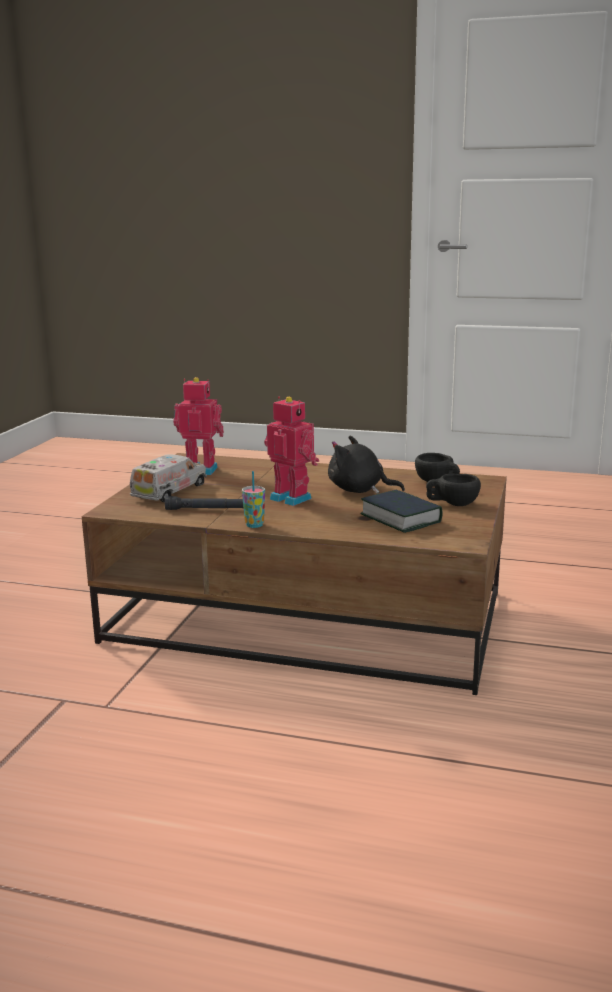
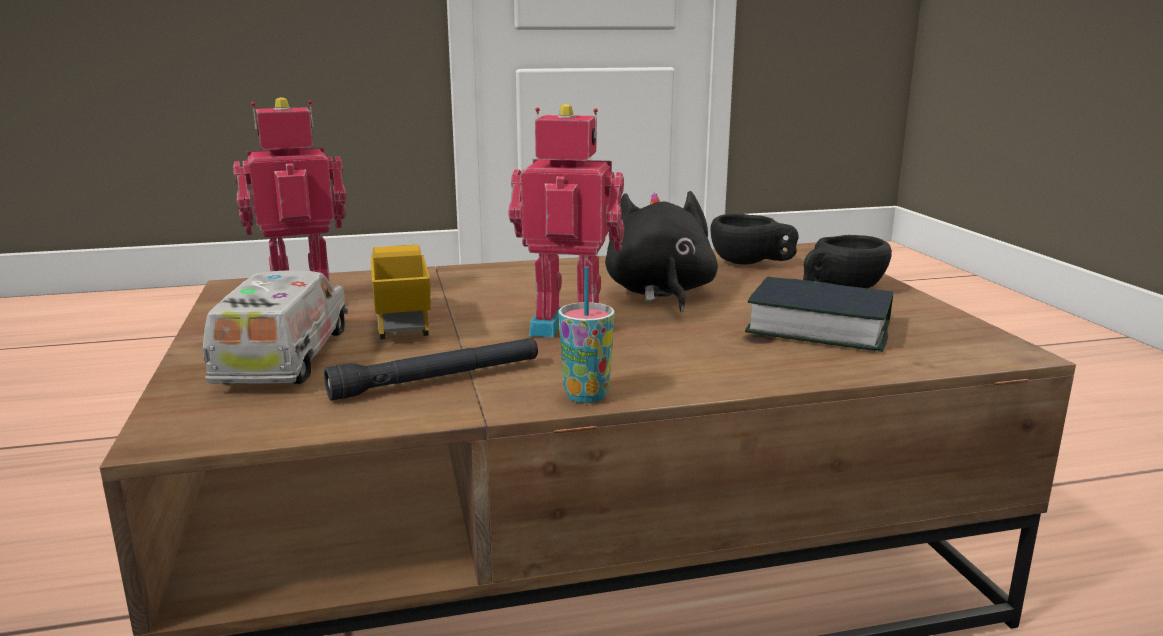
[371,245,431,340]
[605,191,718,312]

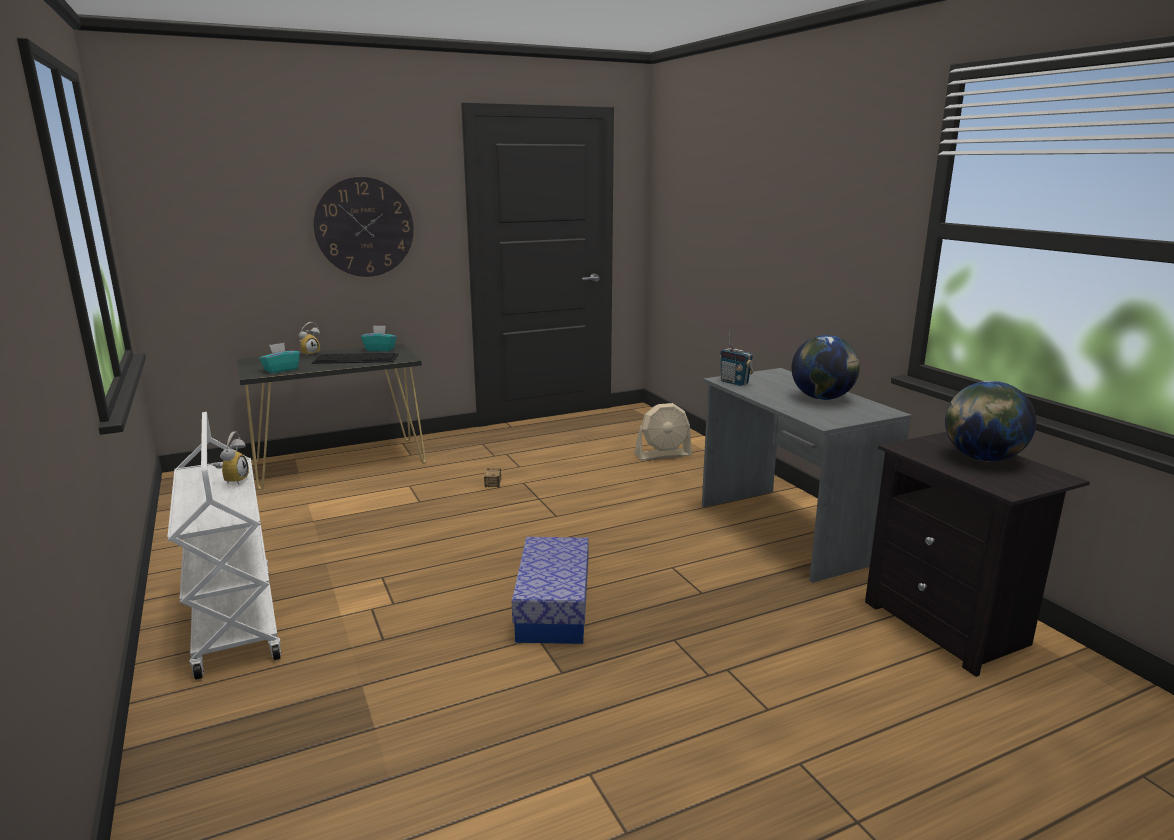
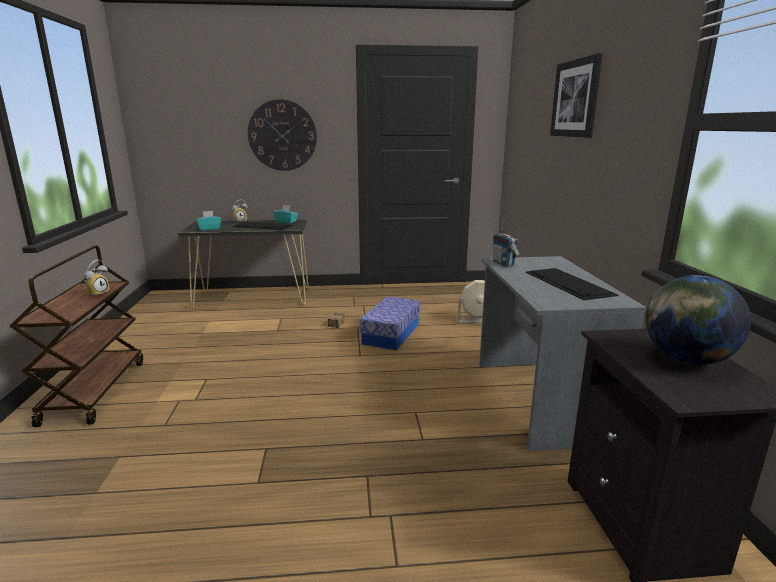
[550,53,603,138]
[360,296,421,350]
[526,268,619,300]
[9,246,143,427]

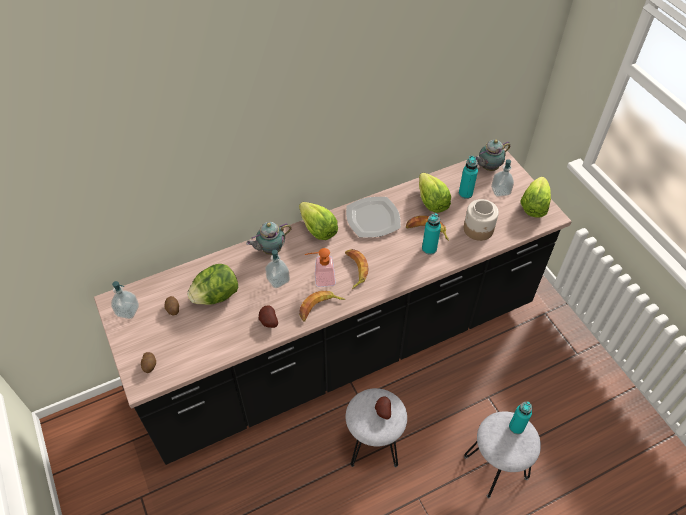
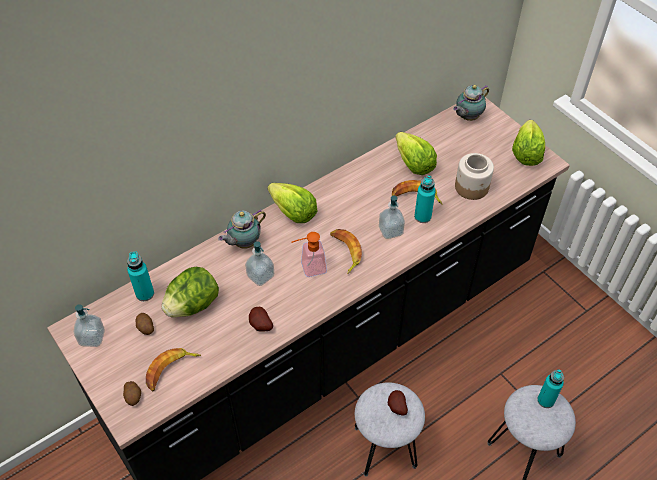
[346,197,401,238] (first image)
[146,348,201,391]
[127,251,154,301]
[379,196,405,239]

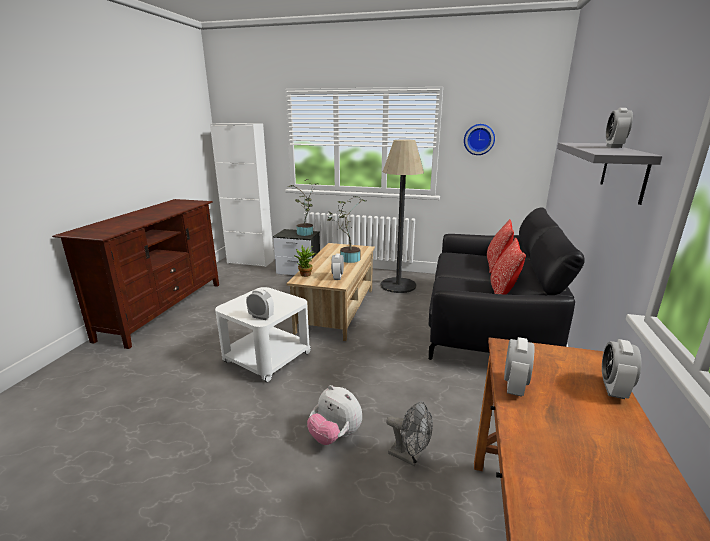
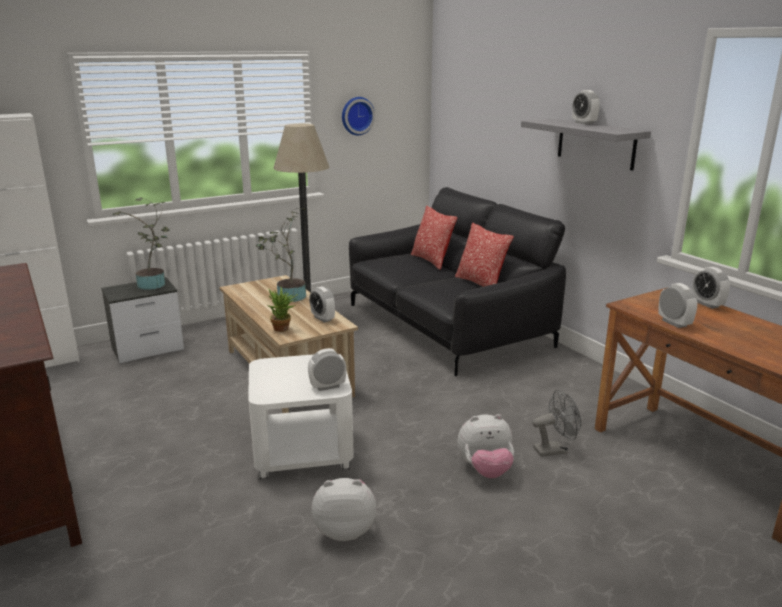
[312,478,376,541]

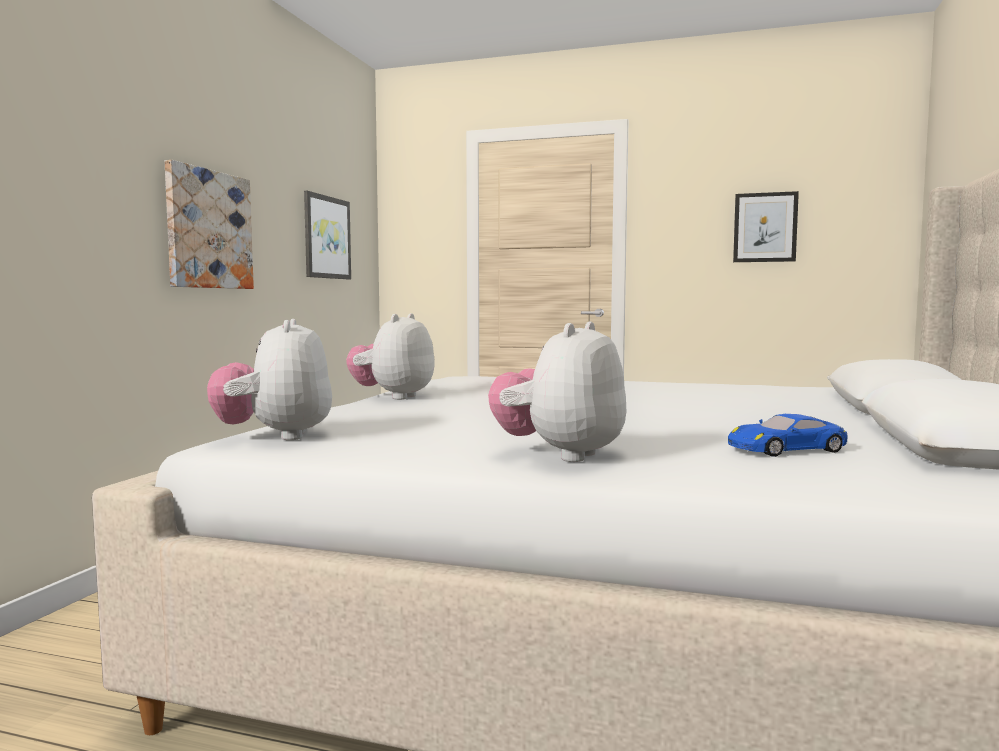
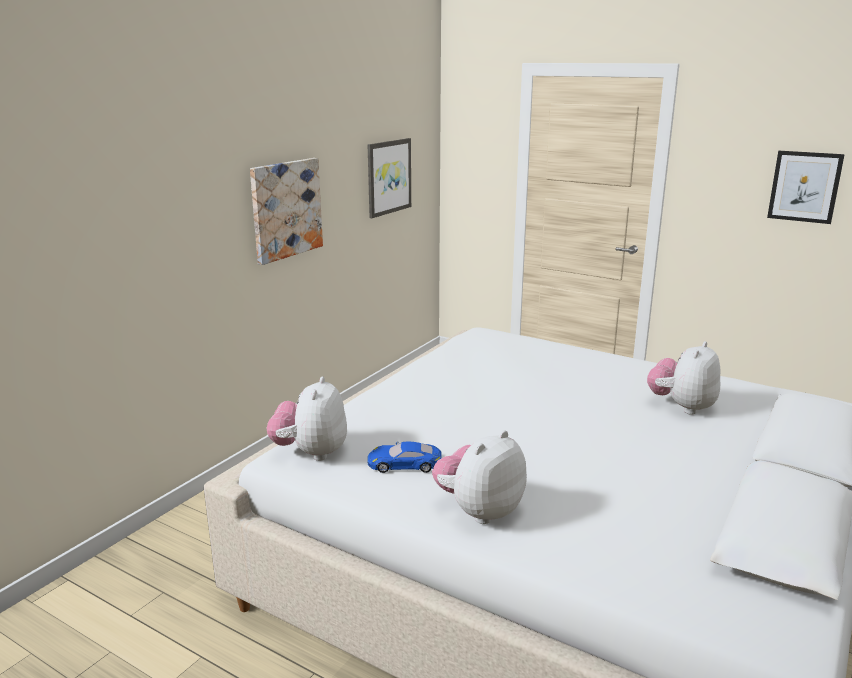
[647,341,721,415]
[367,441,442,473]

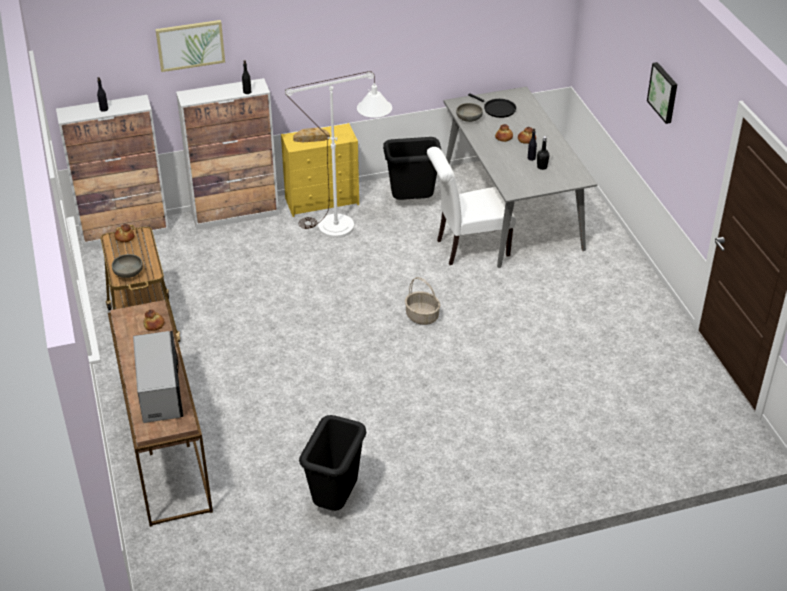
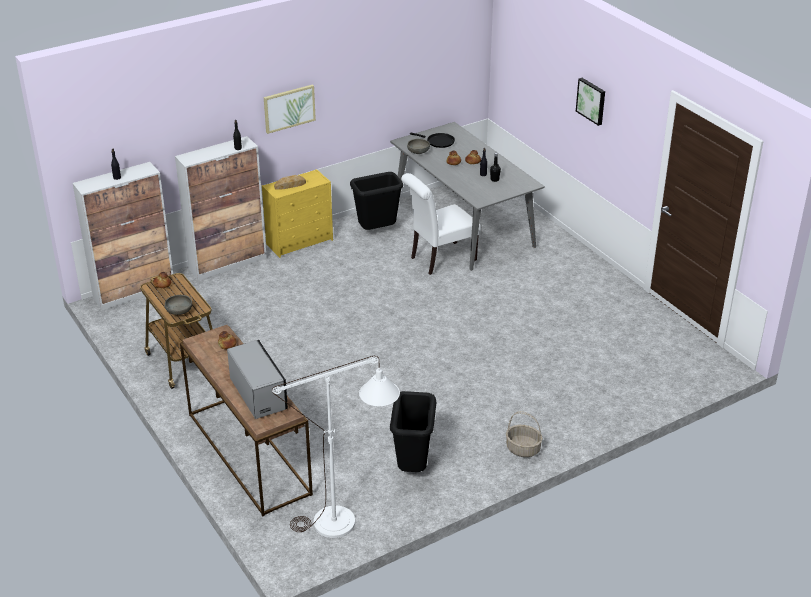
[264,84,316,134]
[272,356,400,538]
[506,411,543,457]

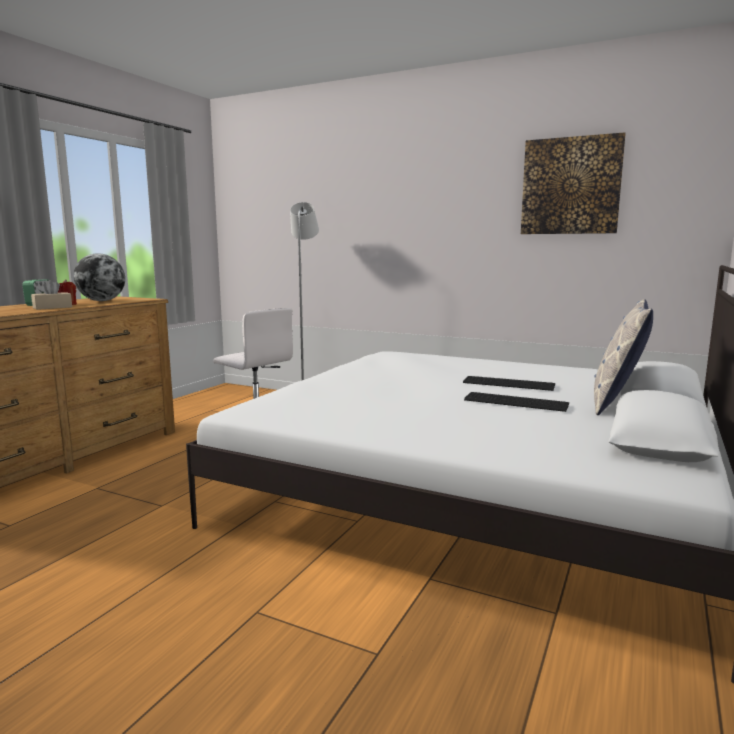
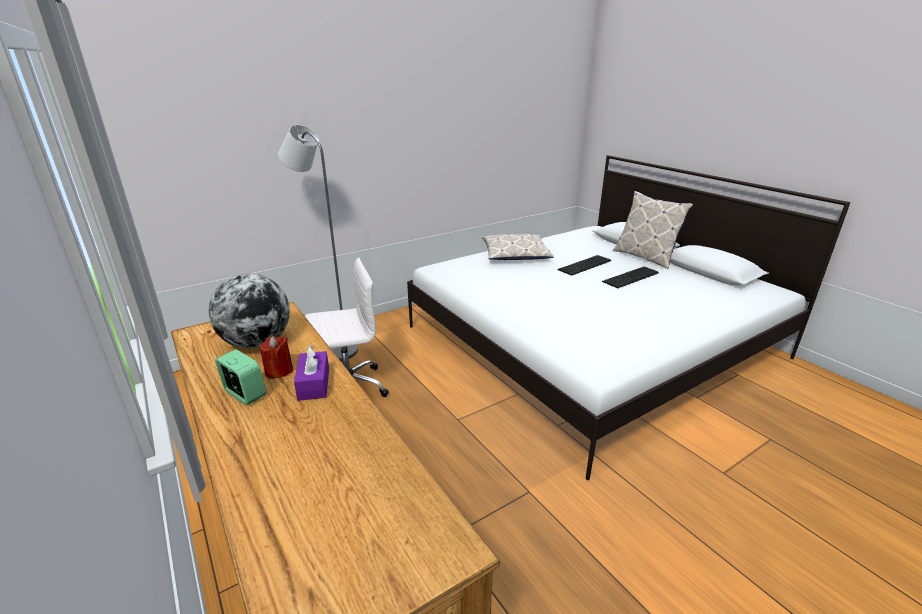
[521,132,626,234] (first image)
[482,234,554,260]
[294,345,329,401]

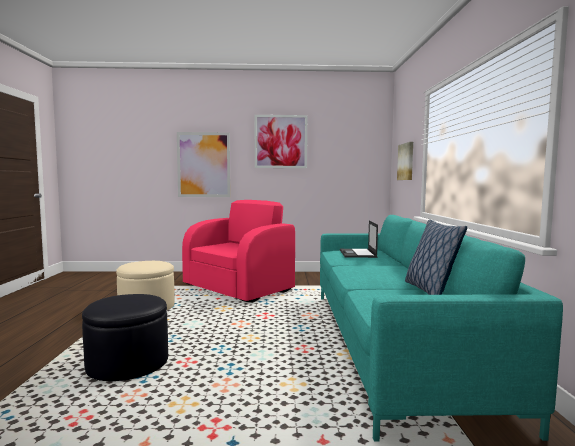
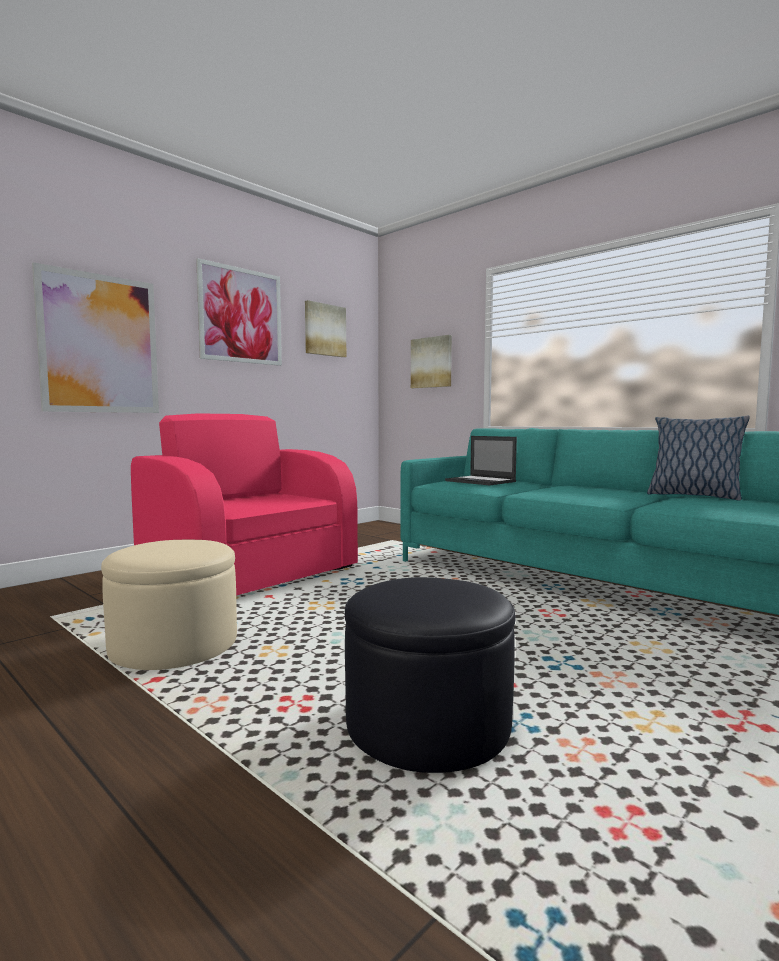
[305,300,346,357]
[131,413,358,595]

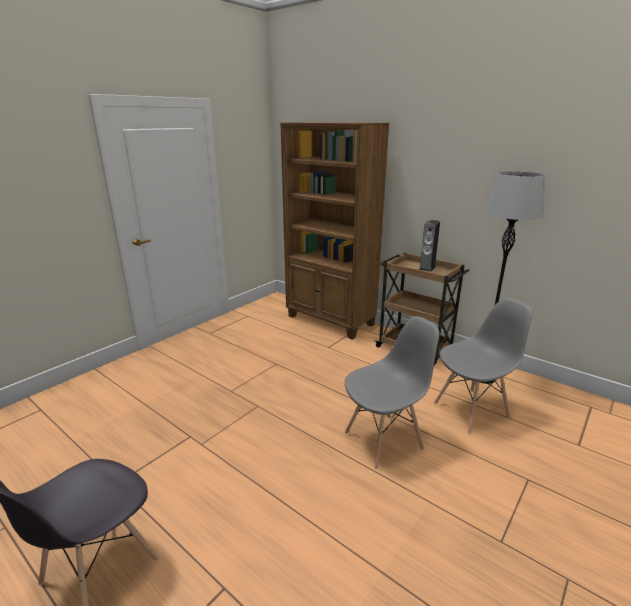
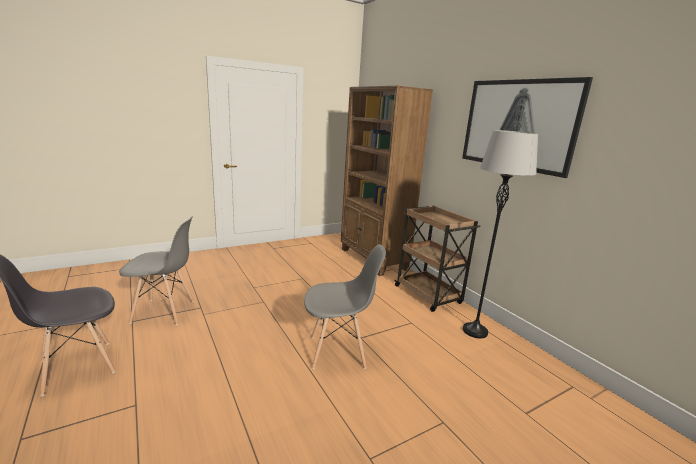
[419,220,440,272] (first image)
[462,77,593,178]
[119,216,194,325]

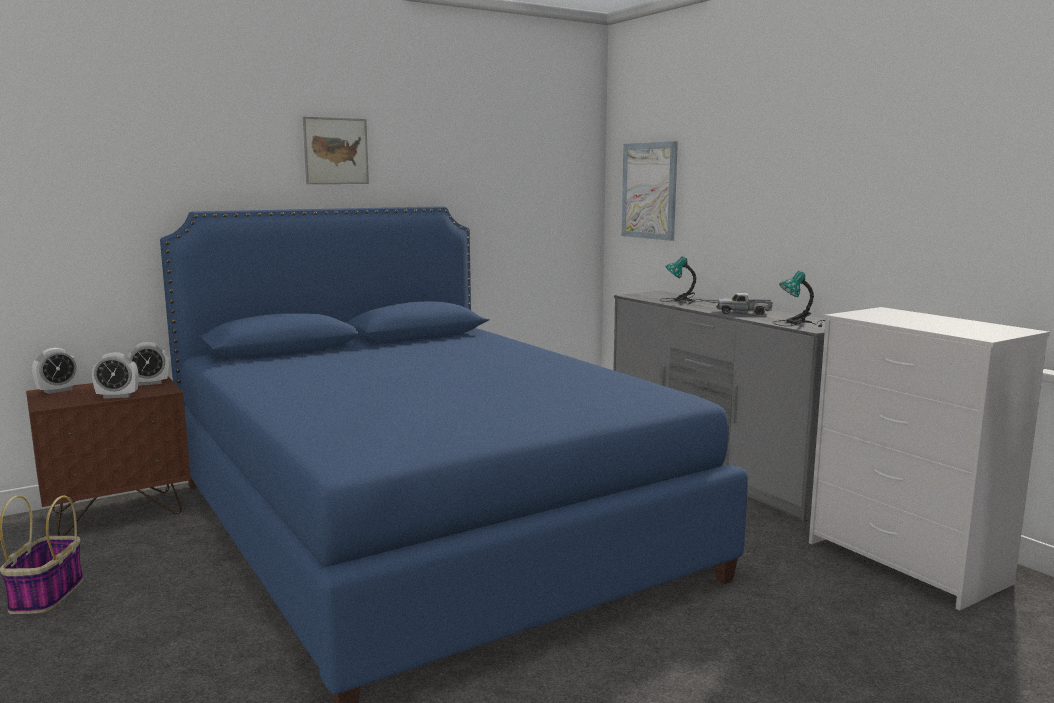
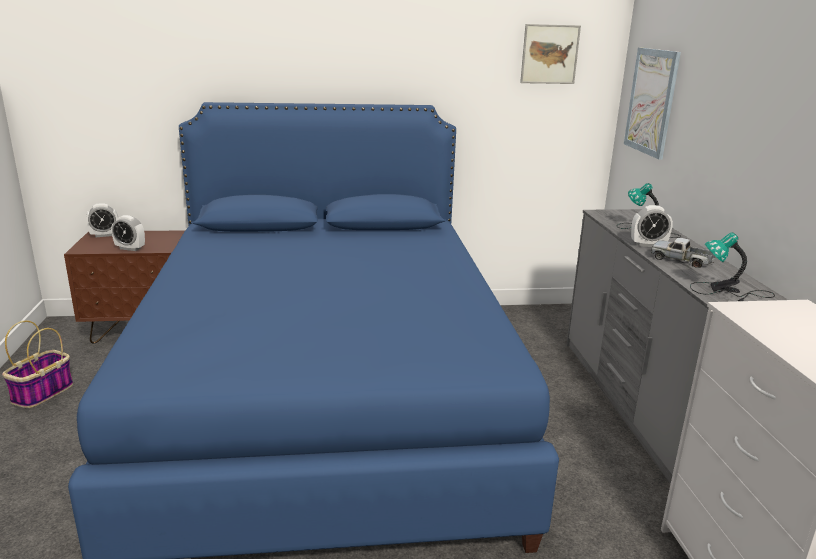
[631,205,673,247]
[520,24,581,84]

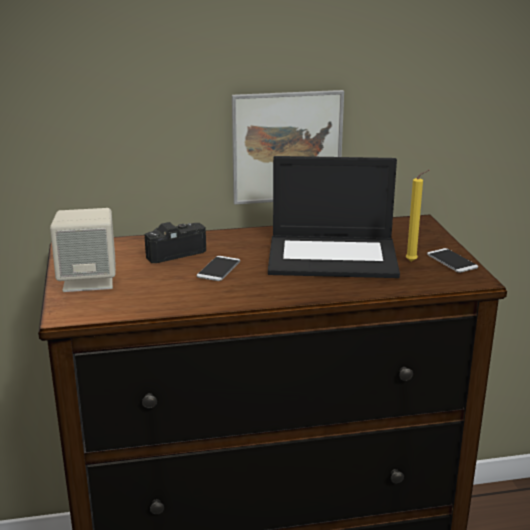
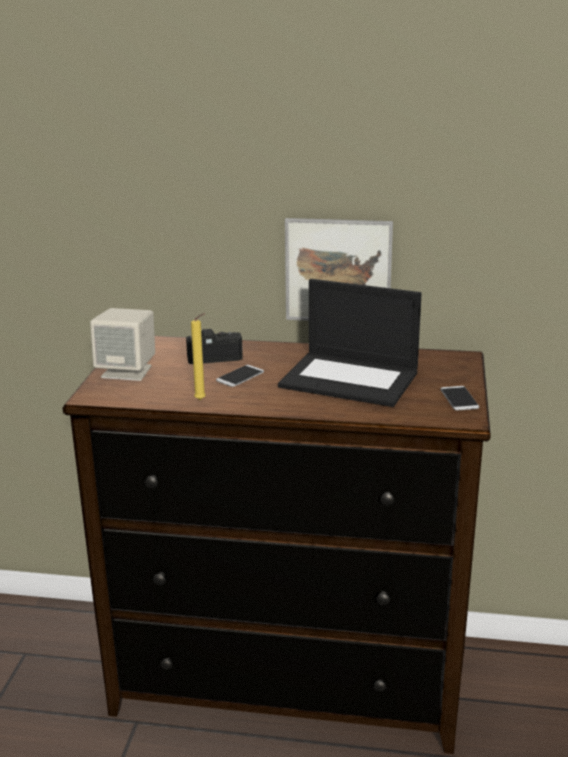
[191,313,206,400]

